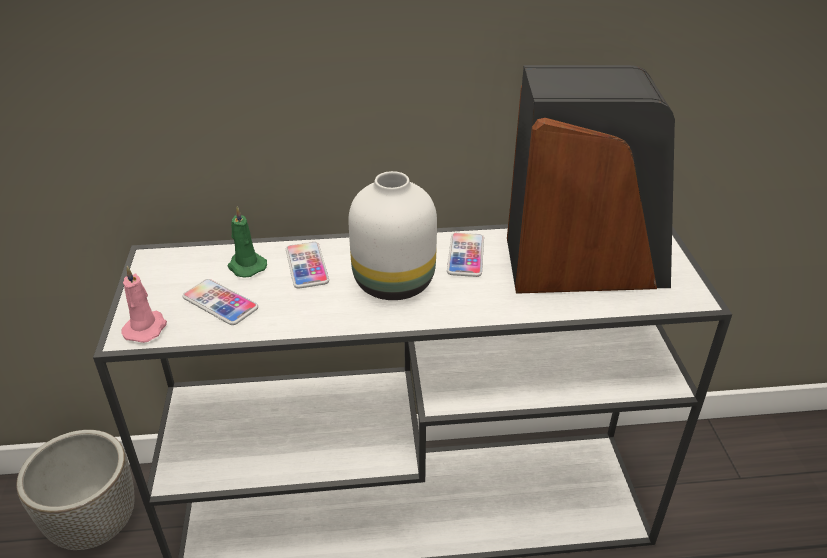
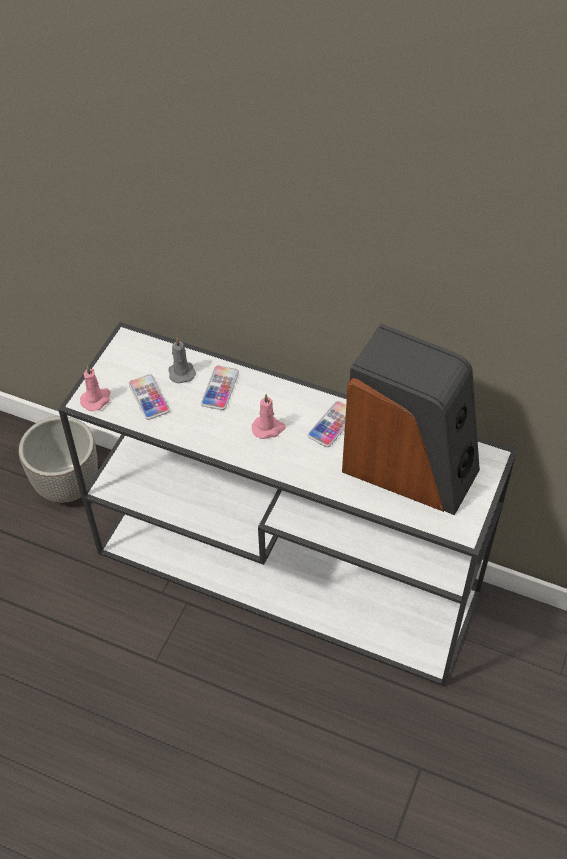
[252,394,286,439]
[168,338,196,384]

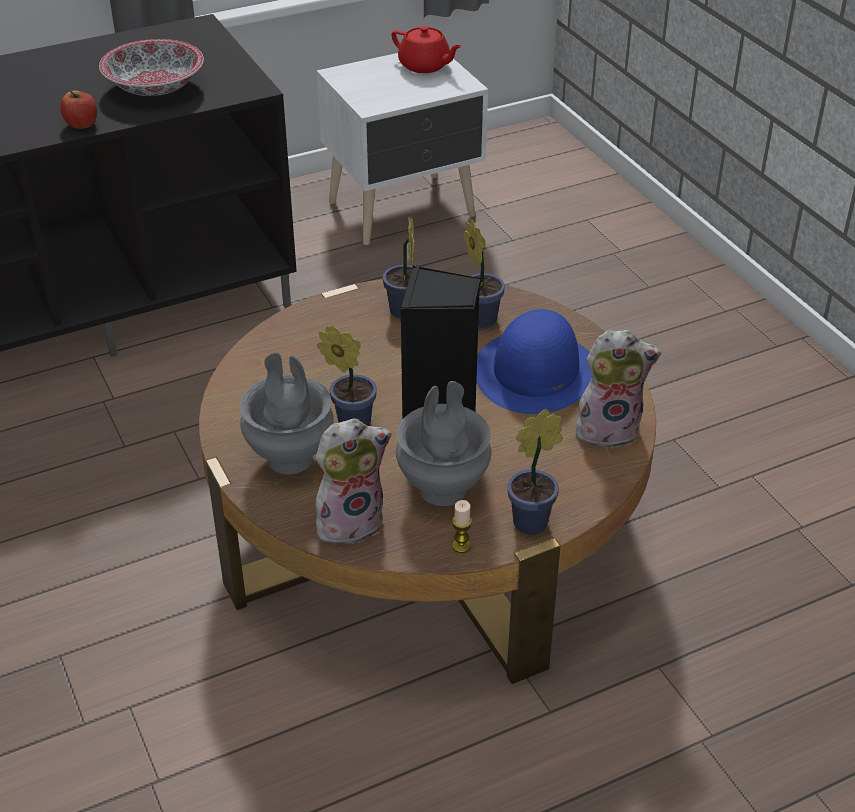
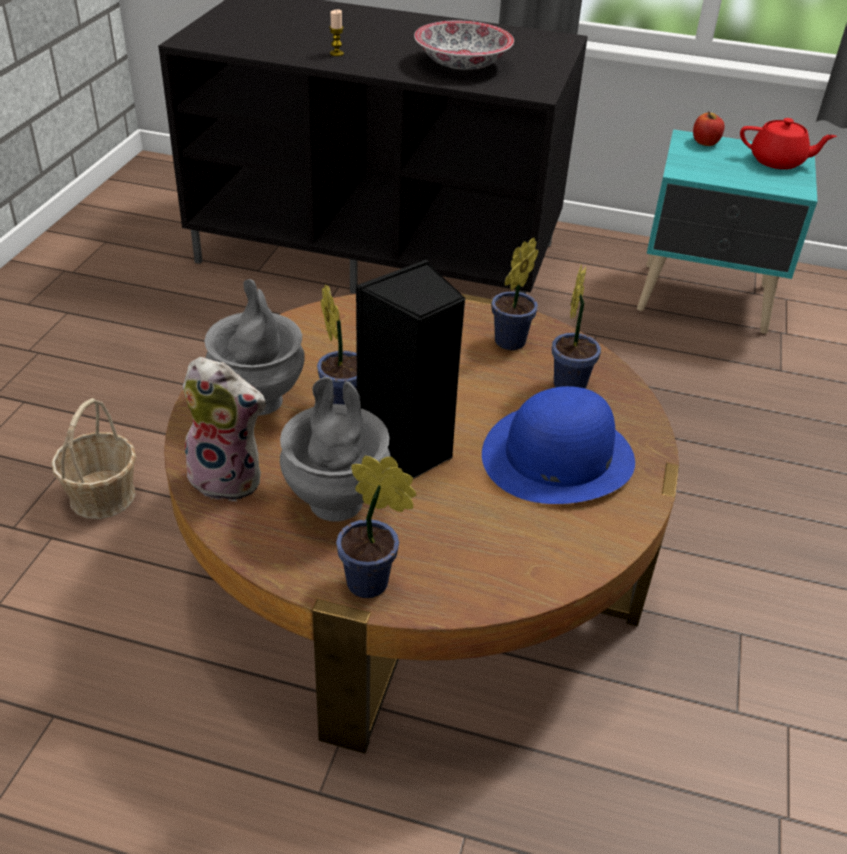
[576,330,661,448] (first image)
[52,398,136,519]
[693,112,725,146]
[329,10,344,56]
[637,129,817,334]
[740,118,837,169]

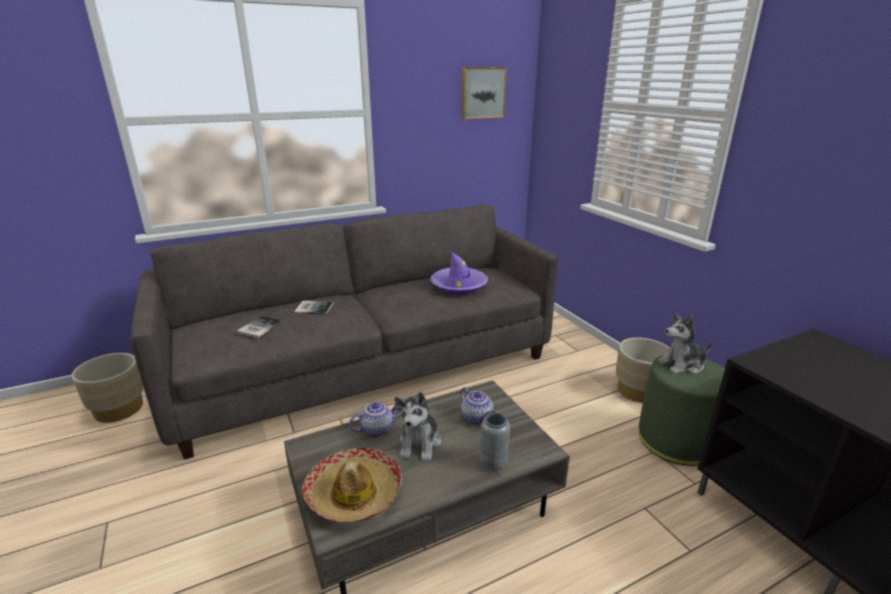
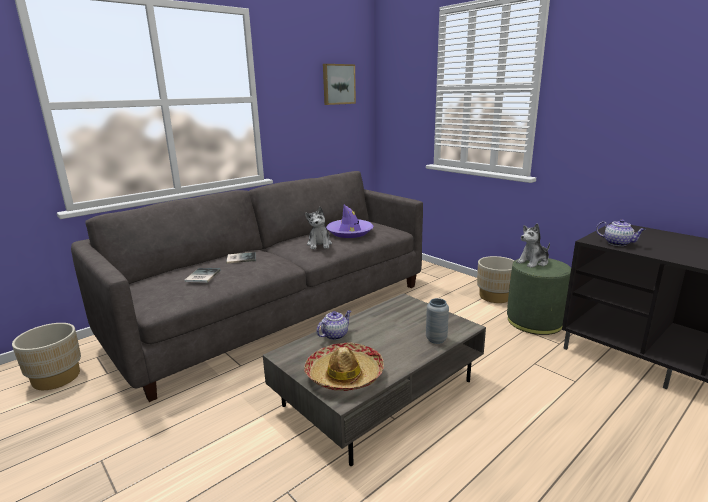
[305,207,332,249]
[596,219,646,246]

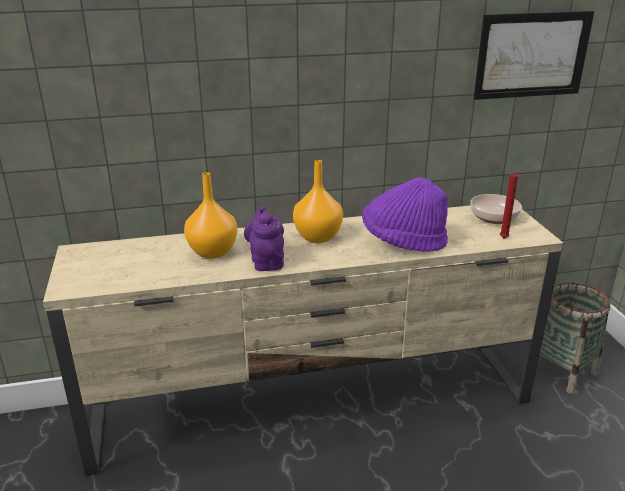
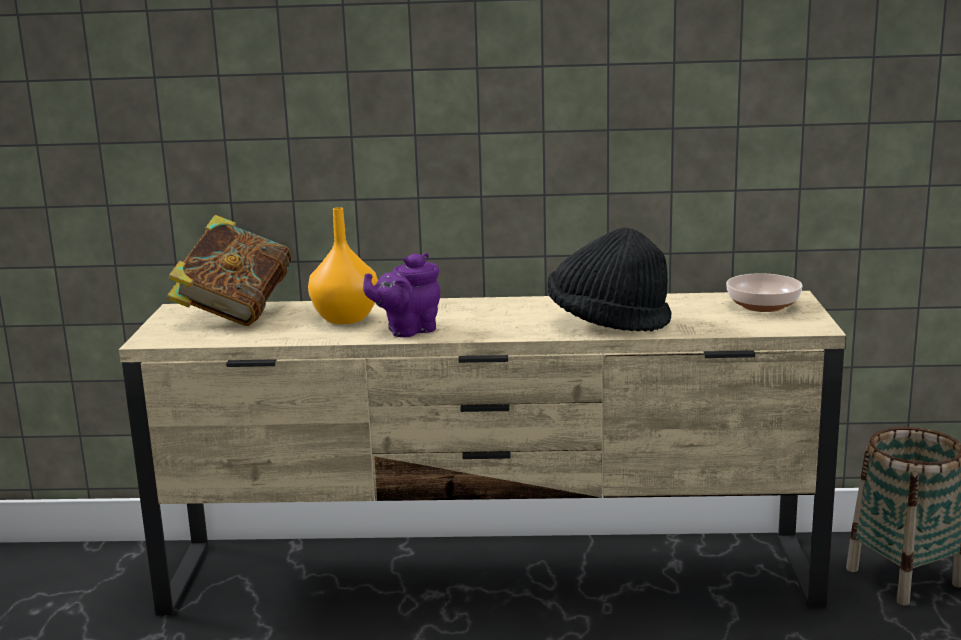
[293,160,343,243] (first image)
[473,11,594,100] (first image)
[500,170,522,239] (first image)
[167,215,292,326]
[548,227,671,332]
[363,253,440,337]

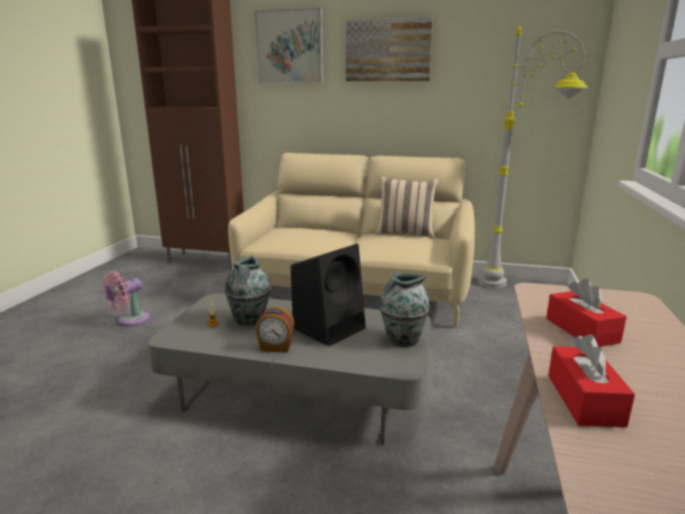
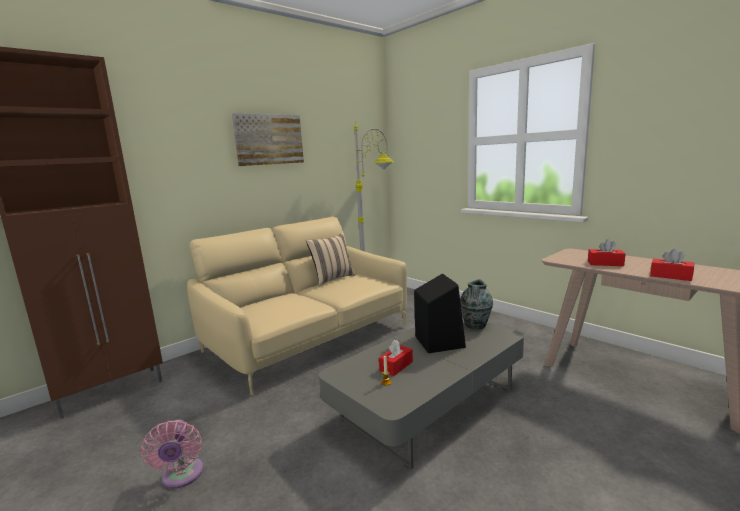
[254,8,323,84] (first image)
[255,306,294,353] (first image)
[379,340,413,376]

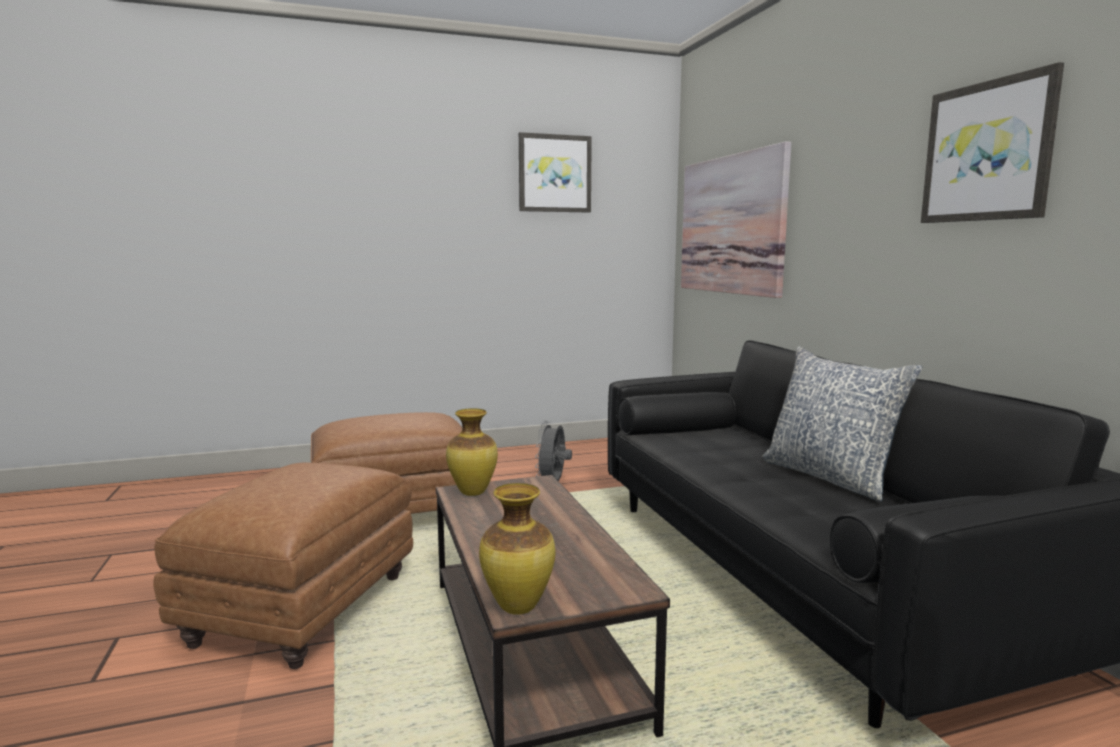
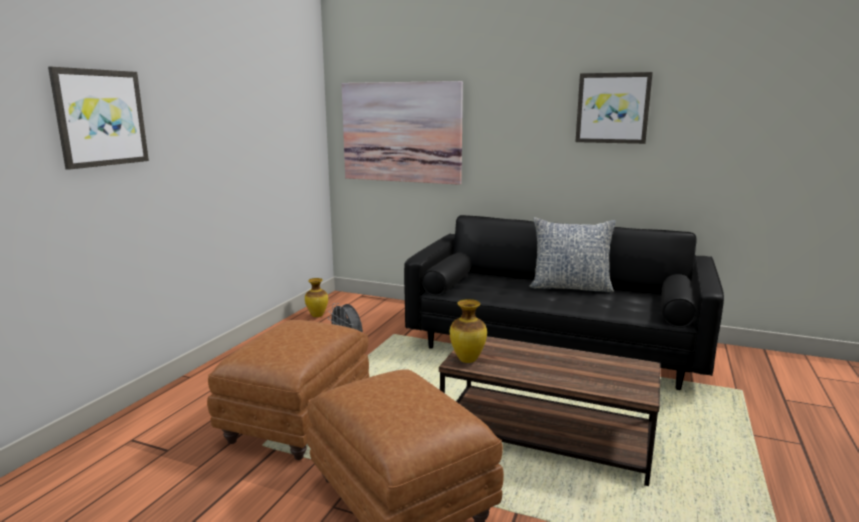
[305,278,328,317]
[48,67,149,170]

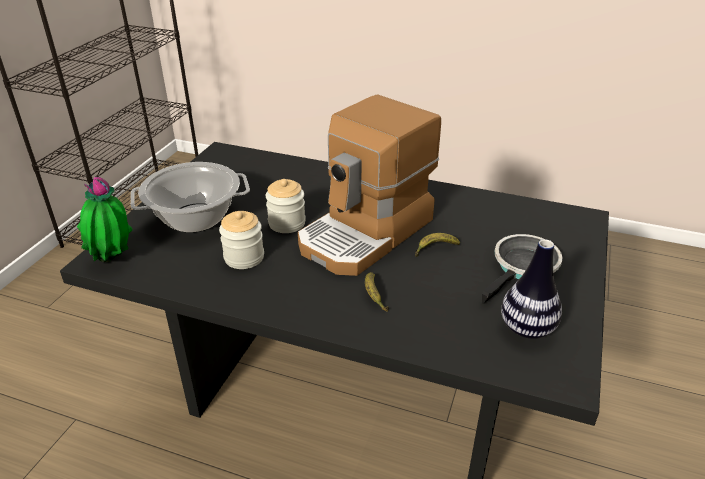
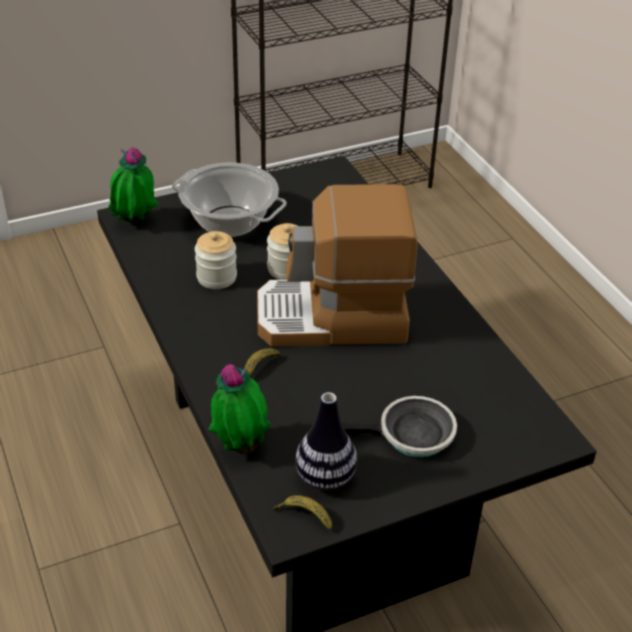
[208,364,271,454]
[273,495,332,530]

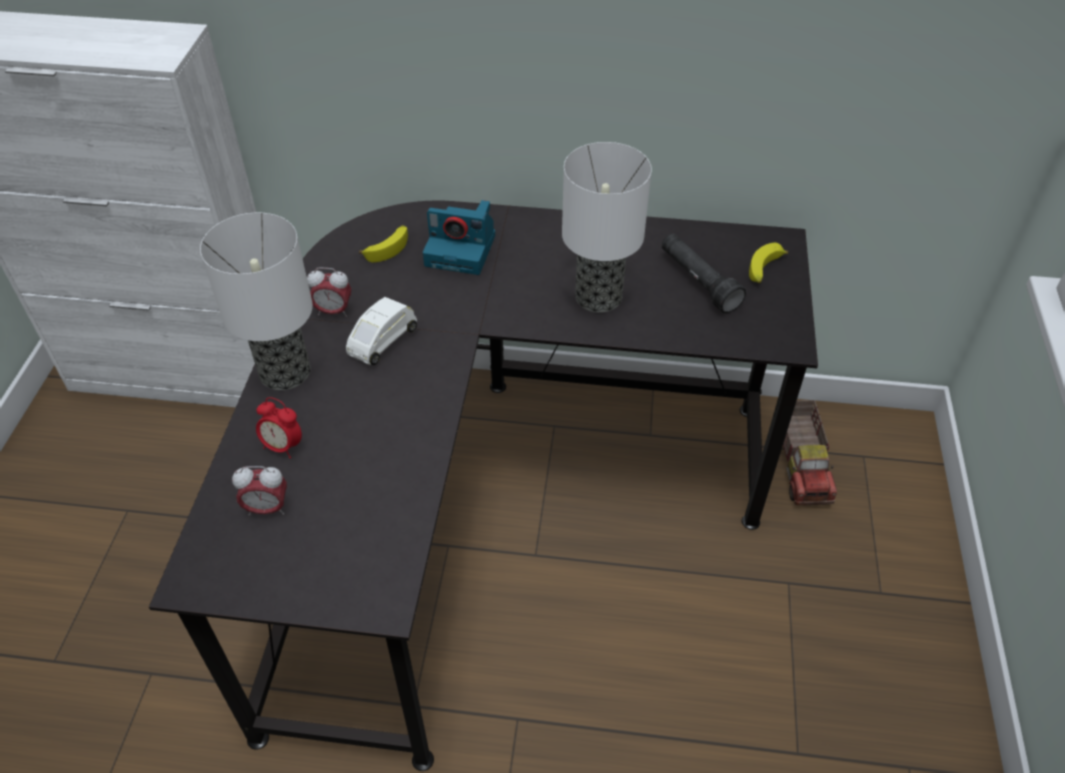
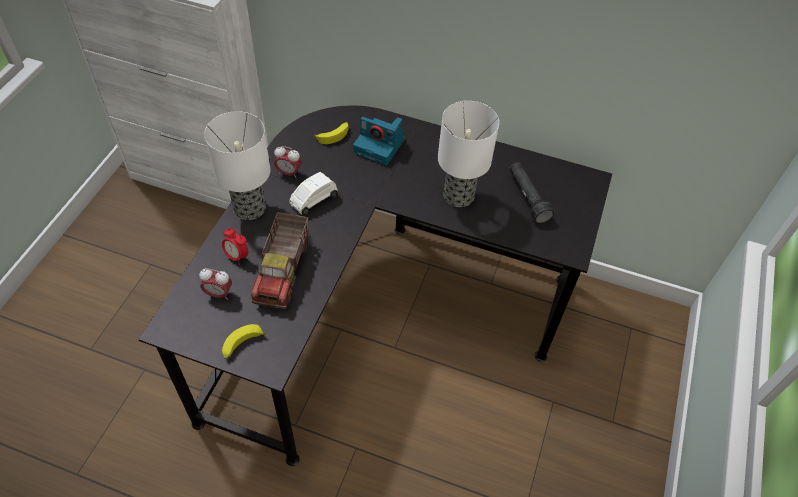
[222,324,265,359]
[251,212,309,309]

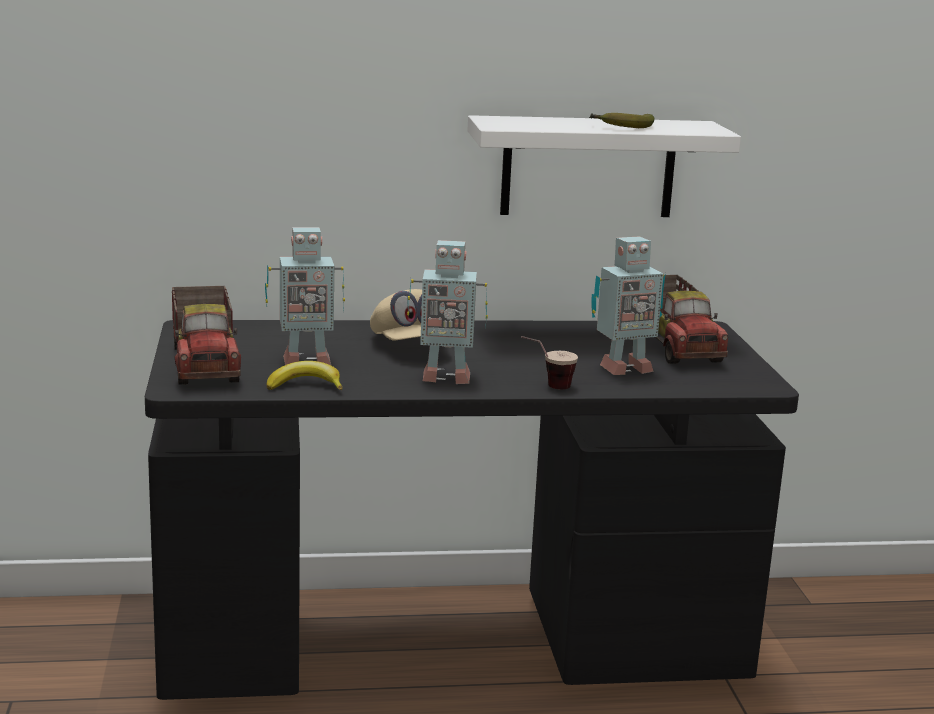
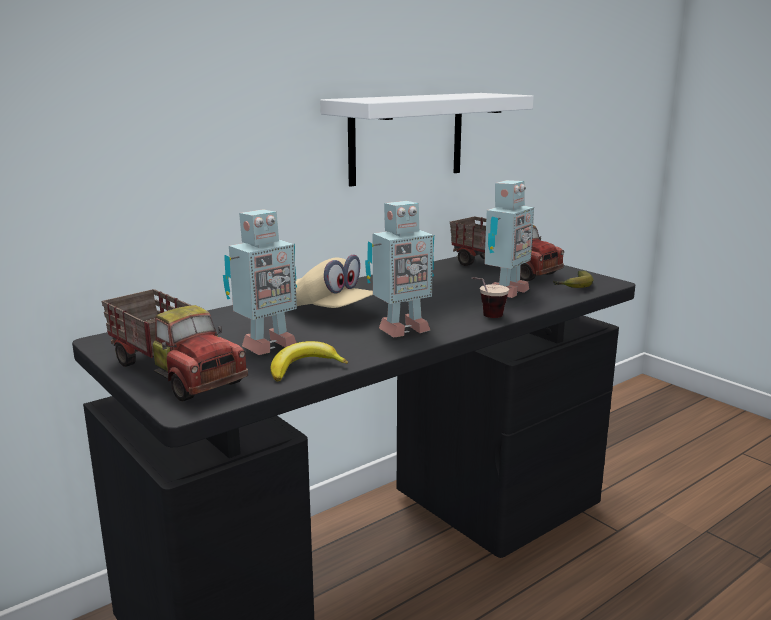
[553,271,594,288]

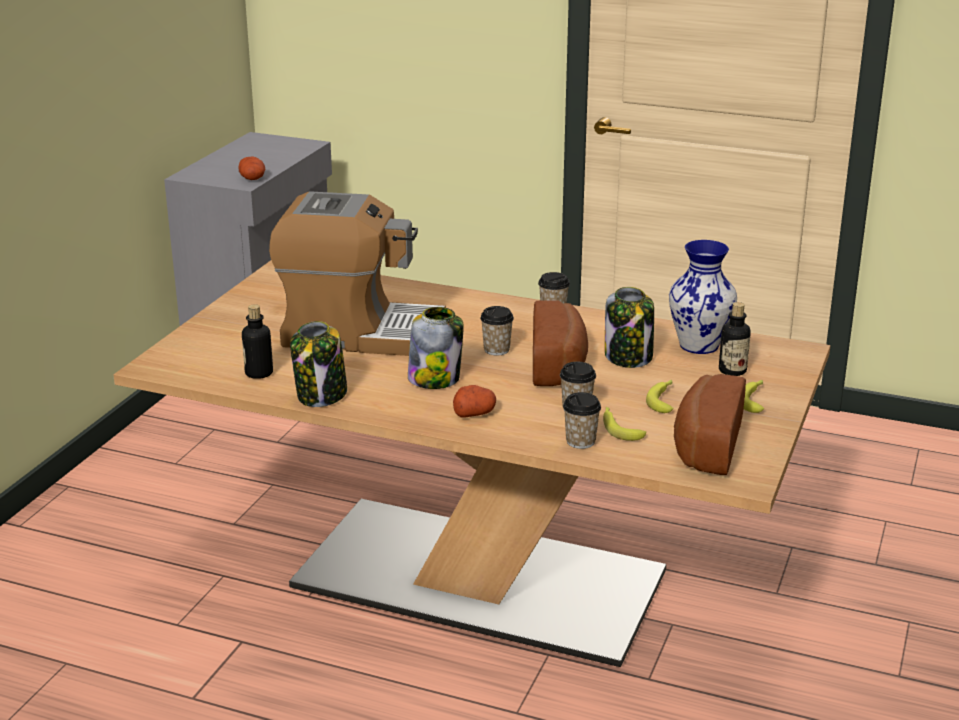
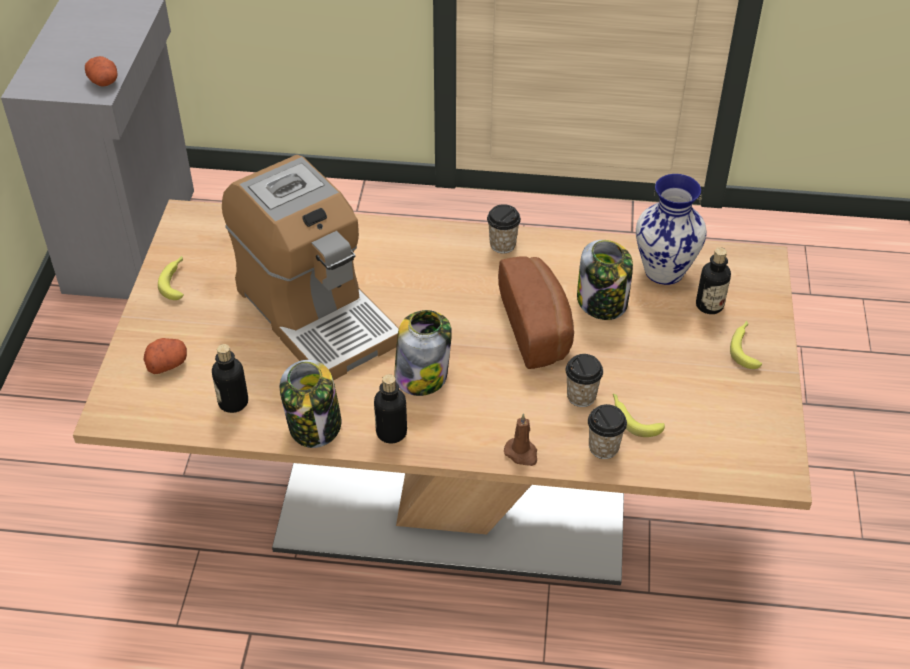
[480,306,514,355] (first image)
[674,374,746,475] (first image)
[374,374,407,444]
[504,413,537,466]
[143,338,187,374]
[158,256,184,300]
[222,155,399,380]

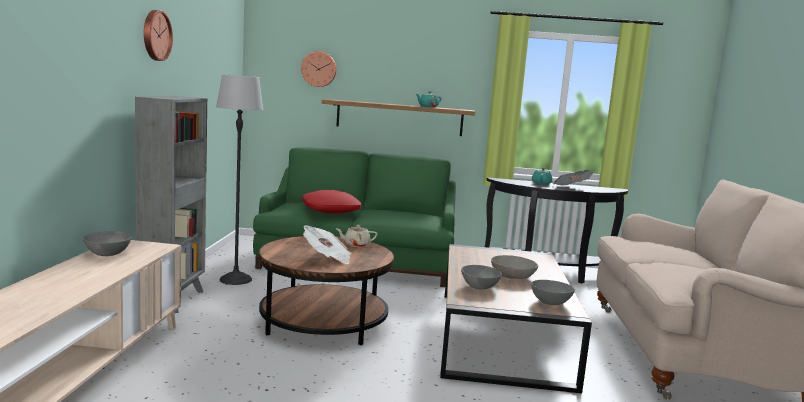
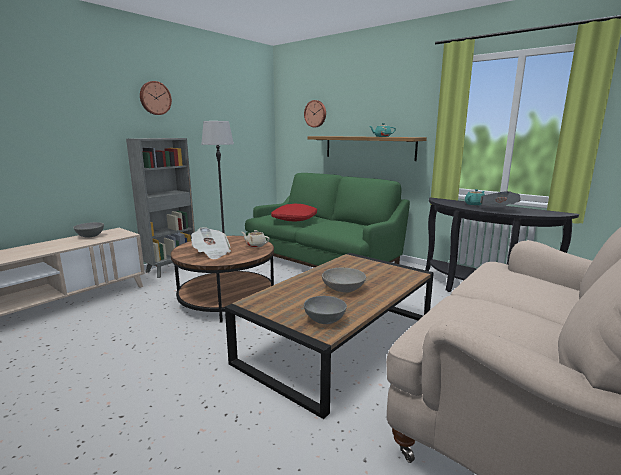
[461,265,502,289] (first image)

